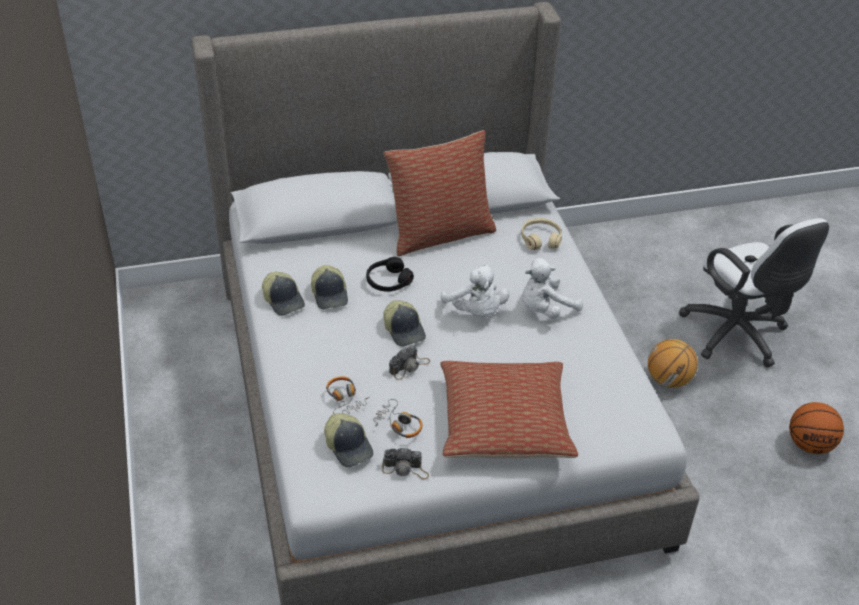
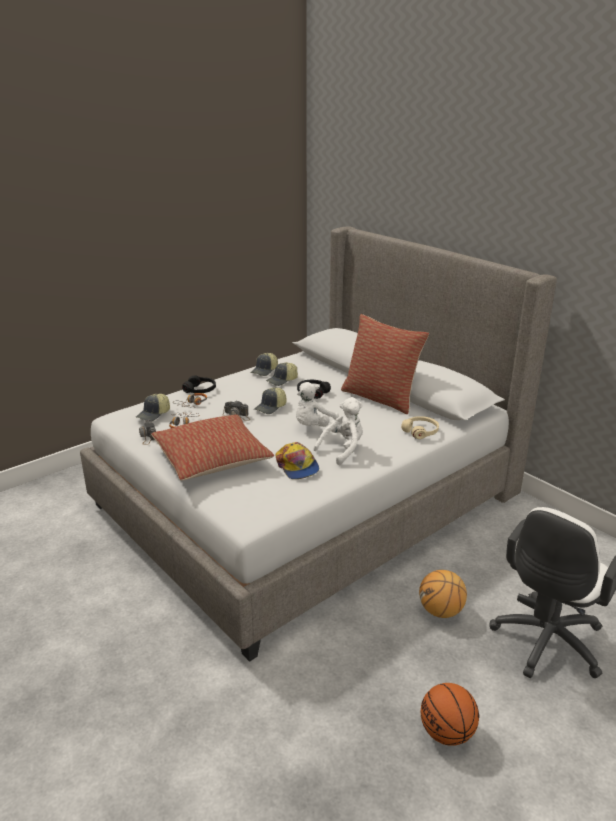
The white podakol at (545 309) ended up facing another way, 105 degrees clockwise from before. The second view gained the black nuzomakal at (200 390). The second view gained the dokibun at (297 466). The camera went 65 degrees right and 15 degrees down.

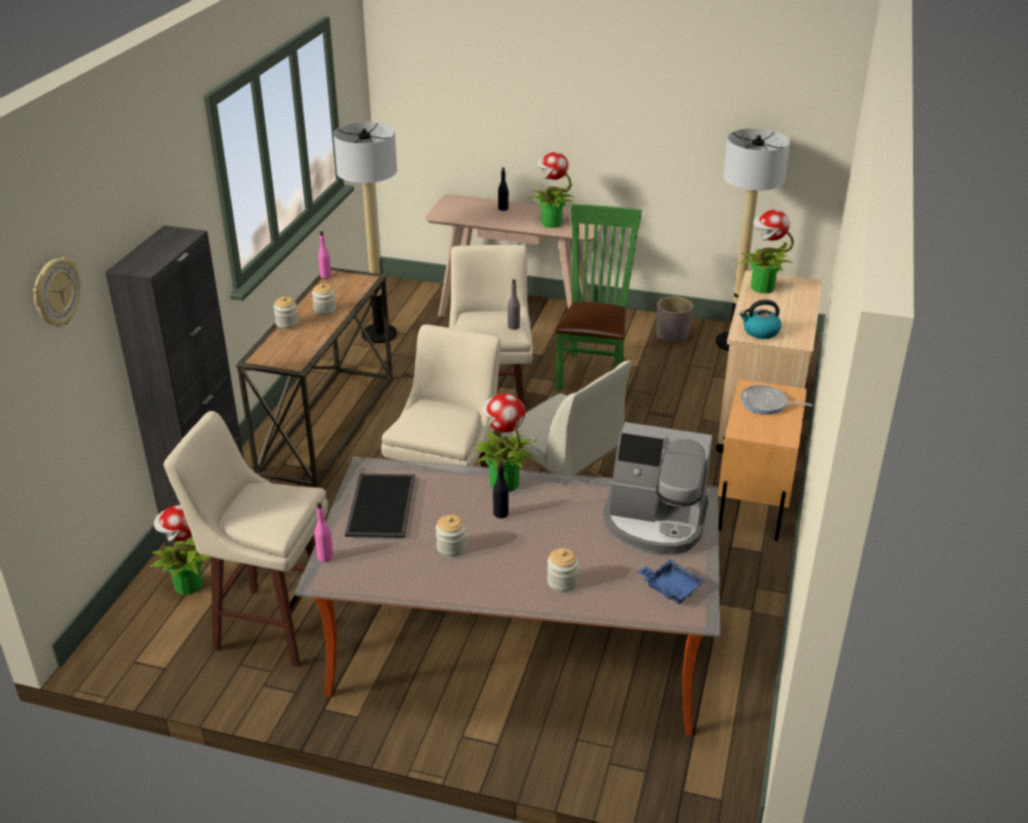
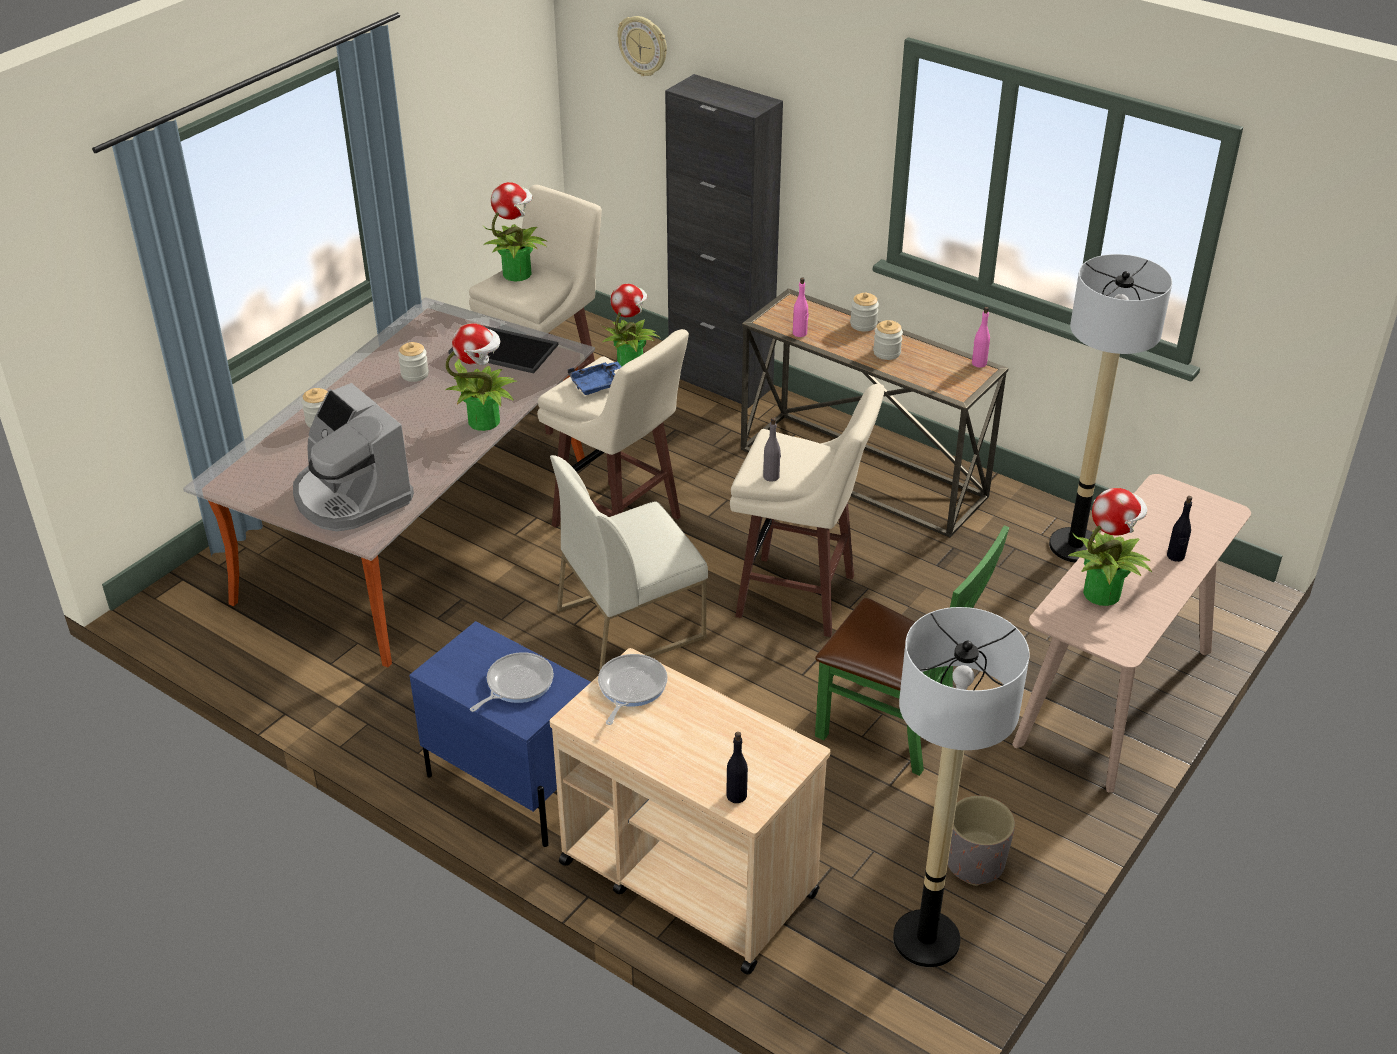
The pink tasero ended up elsewhere, having gone from (325 557) to (800 333). The black tasero ended up elsewhere, having gone from (500 513) to (736 795). The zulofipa at (655 522) ended up facing another way, 75 degrees counterclockwise from before. The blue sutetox ended up elsewhere, having gone from (671 587) to (597 385). What was the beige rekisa at (753 501) turned into the blue rekisa at (511 785). The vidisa ended up elsewhere, having gone from (761 287) to (517 273). Where the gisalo stood at (760 332), the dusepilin came to stand at (630 688). The camera went 110 degrees right and 5 degrees up.

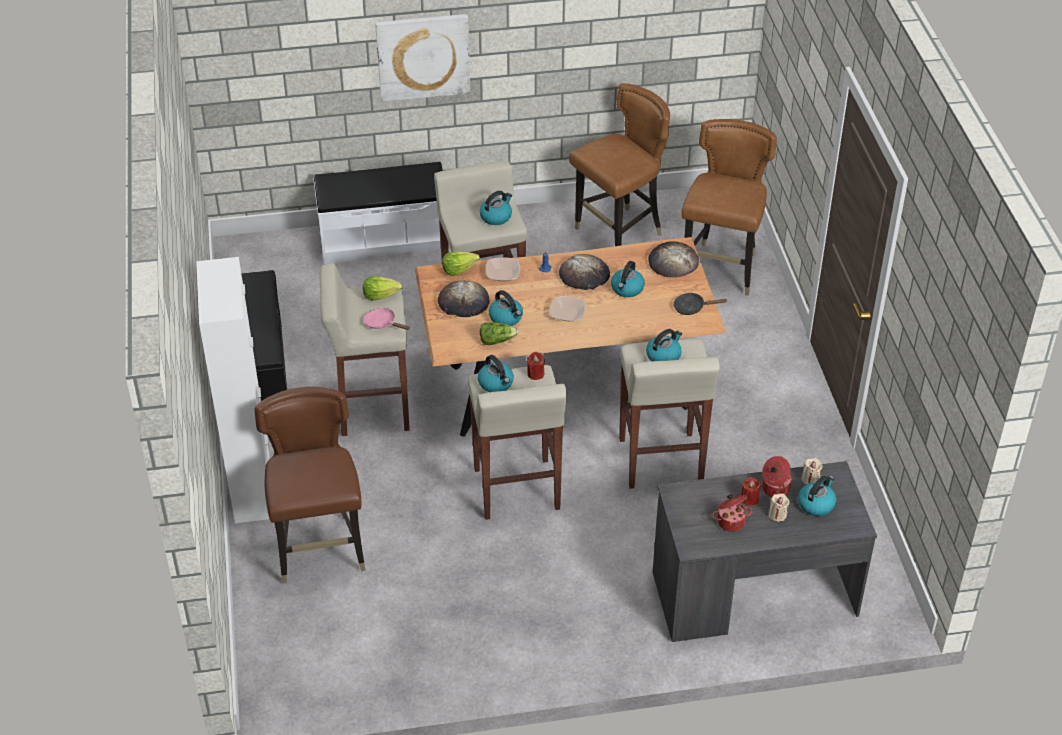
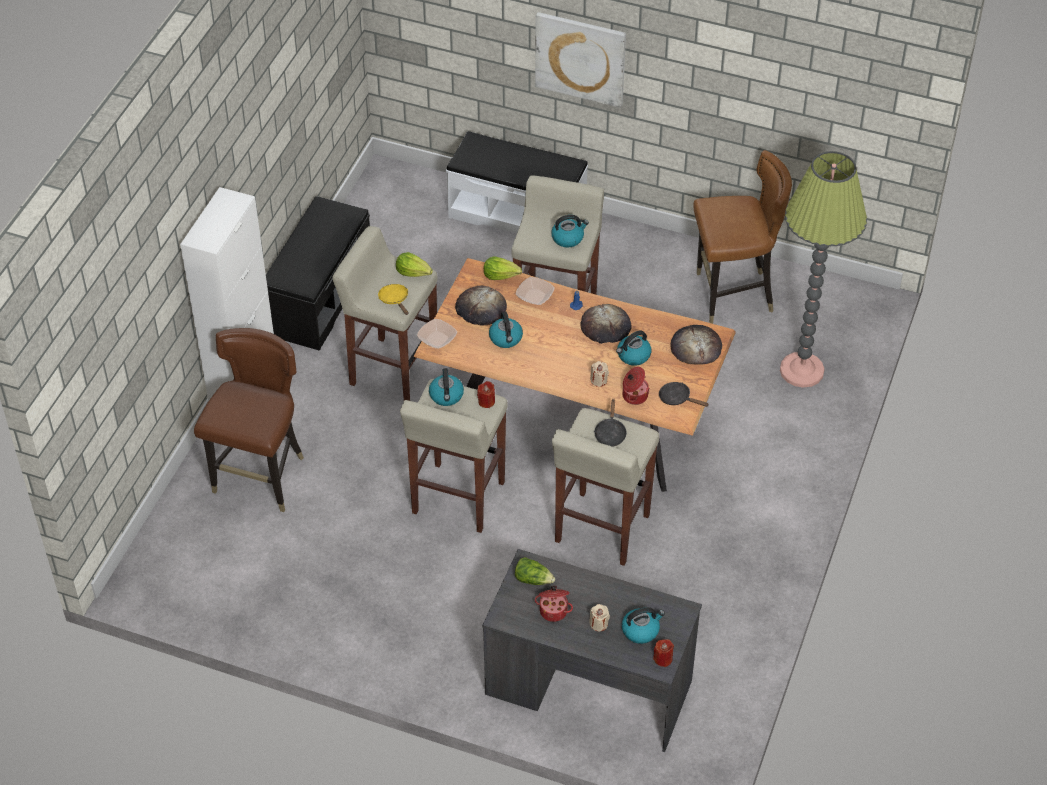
What was the pink dusepilin at (382 324) turned into the yellow dusepilin at (395 300). The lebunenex ended up elsewhere, having gone from (496 340) to (533 579). The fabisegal ended up elsewhere, having gone from (567 314) to (437 339). Where the gisalo stood at (663 356), the black dusepilin came to stand at (610 433). Where the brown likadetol stood at (721 270), the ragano came to stand at (802 370). The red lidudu ended up elsewhere, having gone from (749 499) to (663 659). The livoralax ended up elsewhere, having gone from (774 488) to (634 395). The beige lidudu ended up elsewhere, having gone from (810 479) to (599 380). The camera went 30 degrees right and 5 degrees up.

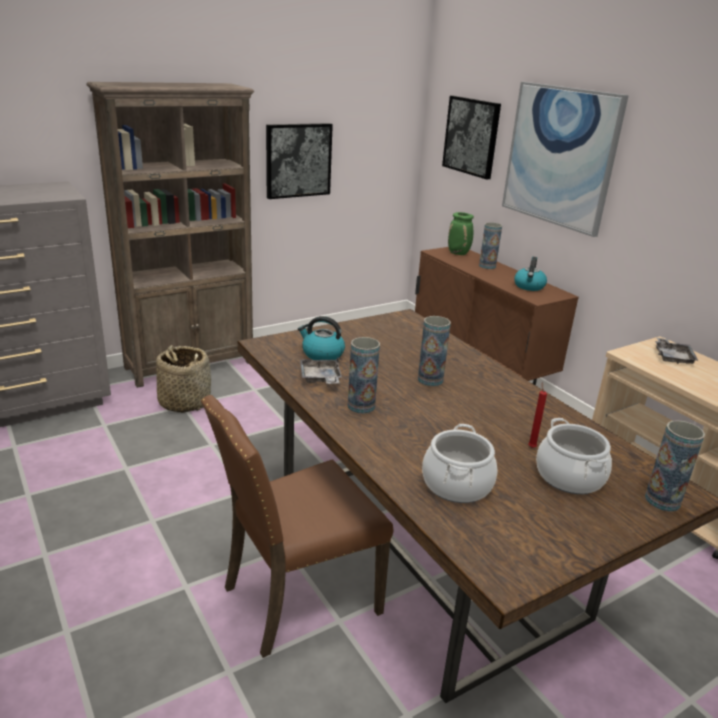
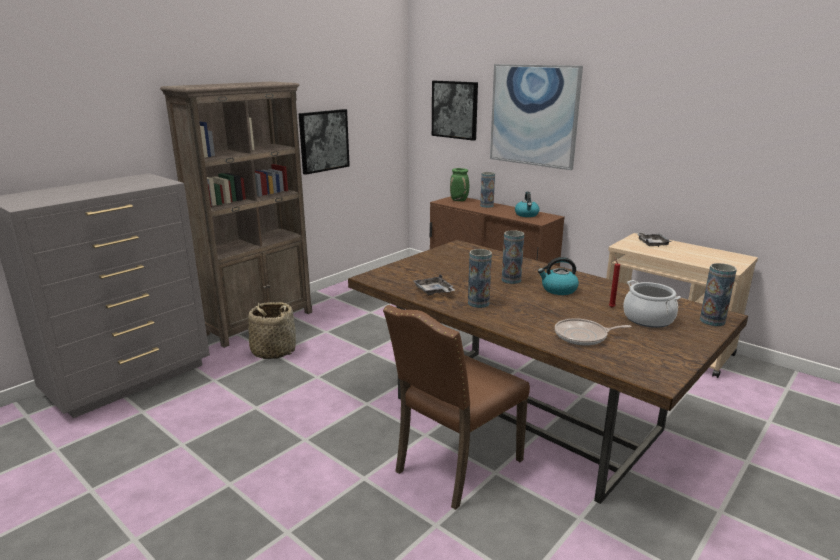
The gisalo ended up elsewhere, having gone from (322 354) to (558 290). Where the livoralax stood at (457 484), the dusepilin came to stand at (583 336). The camera went 15 degrees left and 5 degrees down.

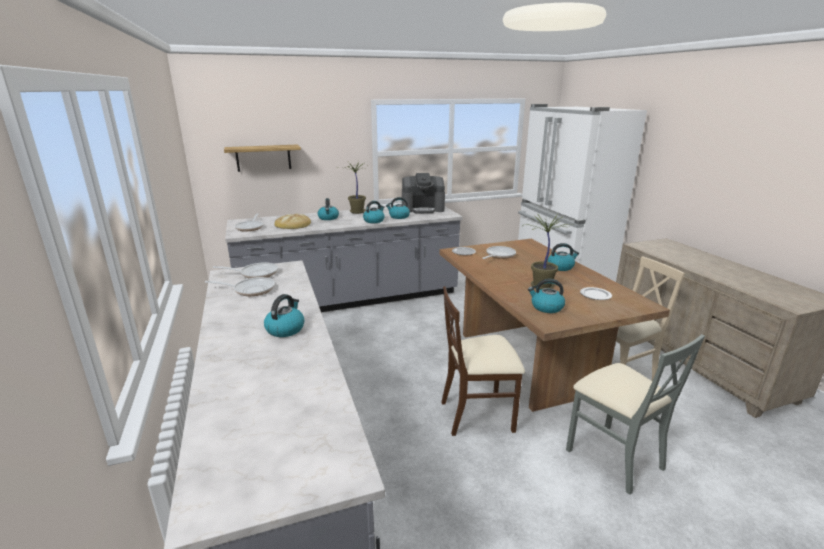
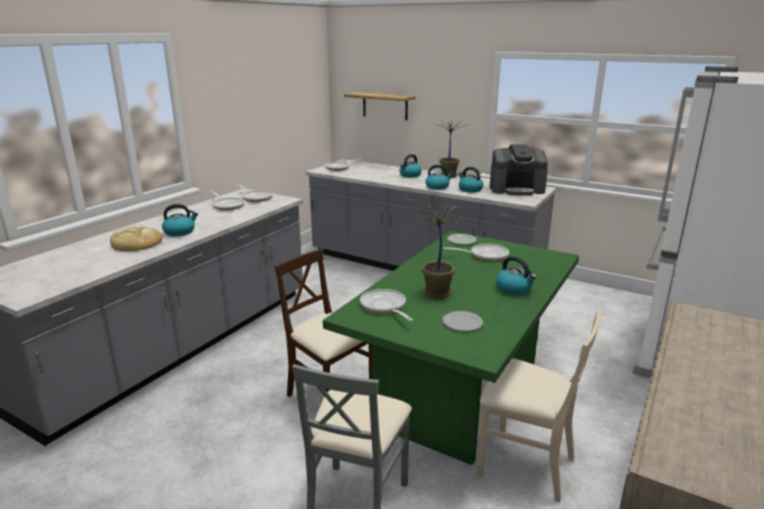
The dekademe ended up elsewhere, having gone from (293 225) to (136 243). The zulofipa at (423 209) ended up facing another way, 45 degrees counterclockwise from before. What was the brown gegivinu at (525 361) turned into the green gegivinu at (459 391). Where the gisalo stood at (546 307), the dusepilin came to stand at (384 307). The camera went 50 degrees right and 0 degrees up.

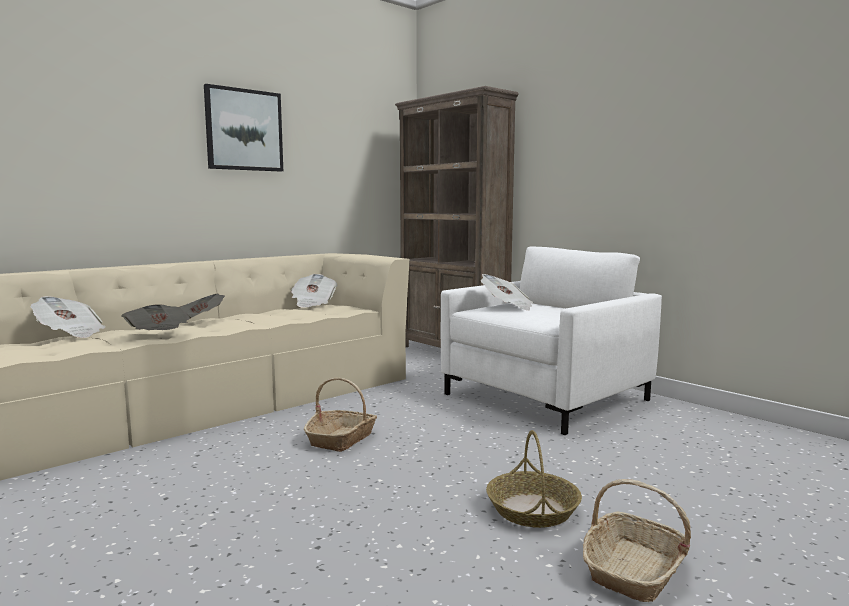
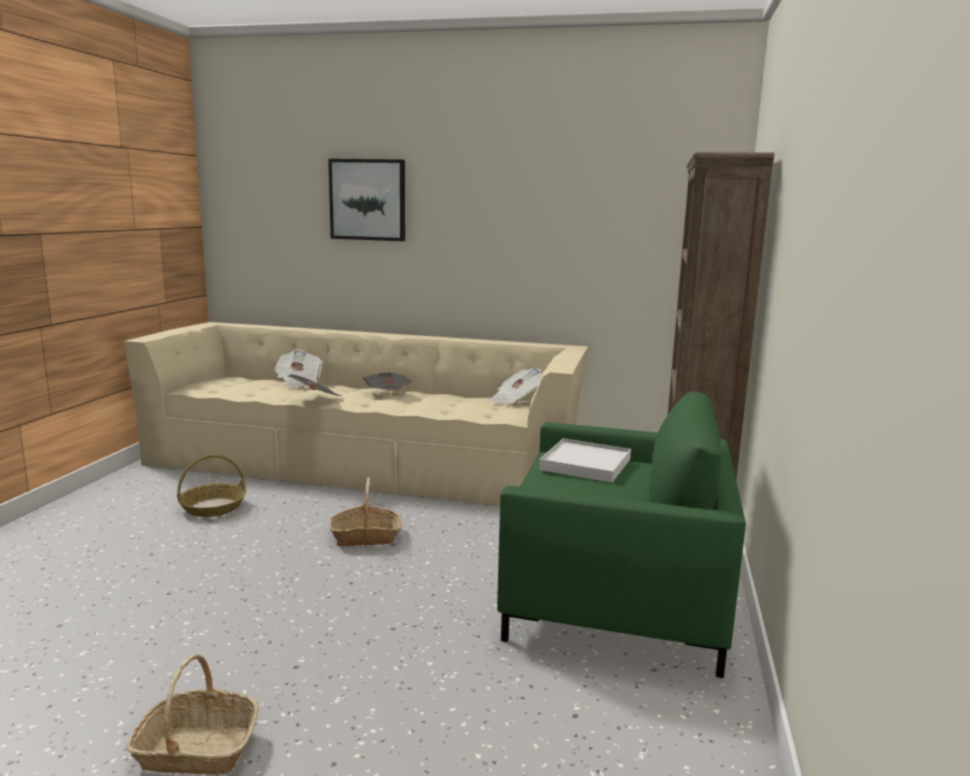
The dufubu ended up elsewhere, having gone from (244 130) to (368 200). What was the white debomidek at (546 397) turned into the green debomidek at (616 600). Where the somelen stood at (507 307), the white sutetox came to stand at (585 464). The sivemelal ended up elsewhere, having gone from (533 510) to (212 507). The camera went 55 degrees right and 5 degrees up.

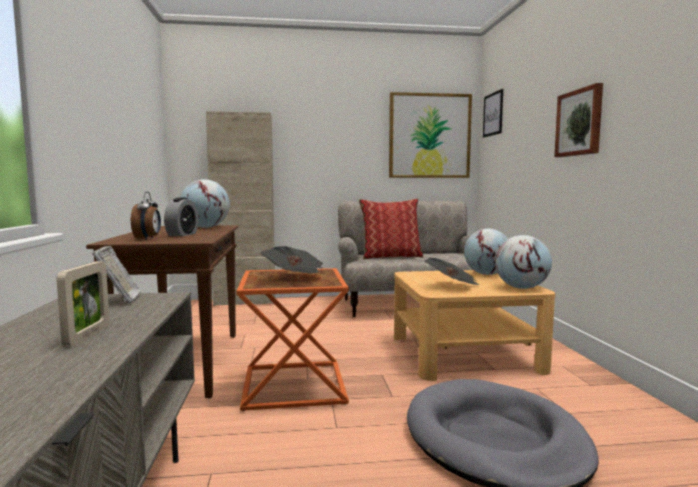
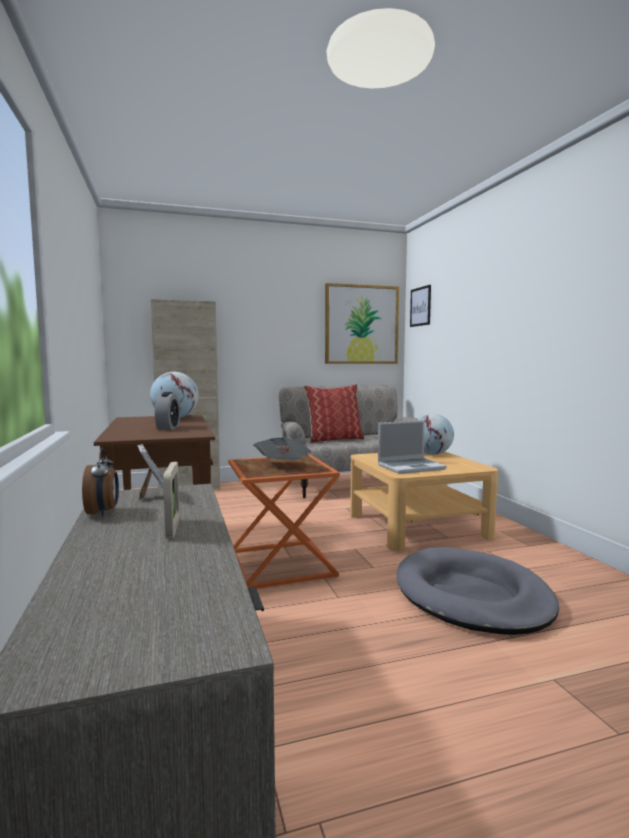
The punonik ended up elsewhere, having gone from (148 238) to (103 512). Where the somelen stood at (452 286), the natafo came to stand at (411 467). The second view lost the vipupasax at (521 288). The second view lost the dufubu at (579 123). The camera went 10 degrees left and 0 degrees up.

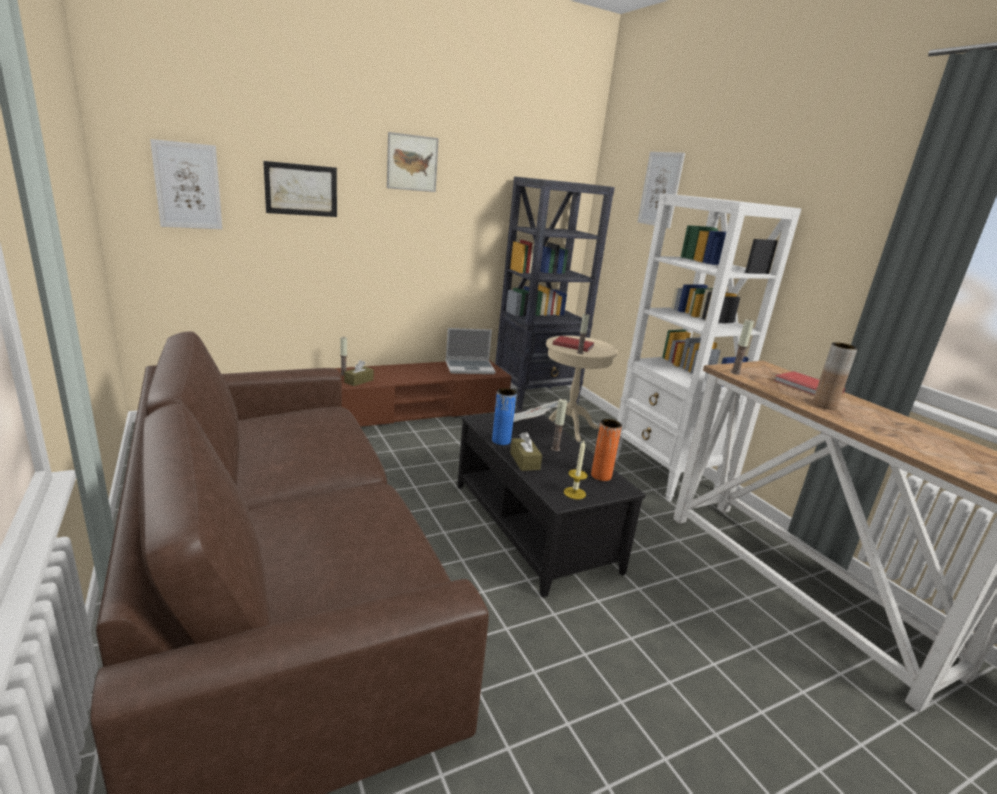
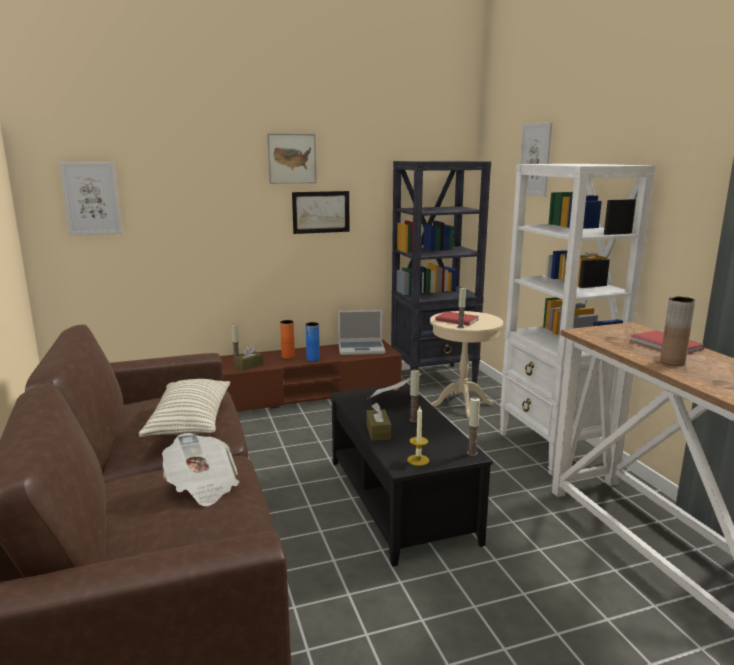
The dufubu ended up elsewhere, having gone from (301 189) to (321 212). The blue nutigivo ended up elsewhere, having gone from (501 441) to (313 359). The orange nutigivo ended up elsewhere, having gone from (601 476) to (288 357). The lidudu ended up elsewhere, having gone from (735 373) to (472 453). The second view gained the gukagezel at (190 423). The second view gained the somelen at (202 486). The camera went 10 degrees right and 5 degrees down.

